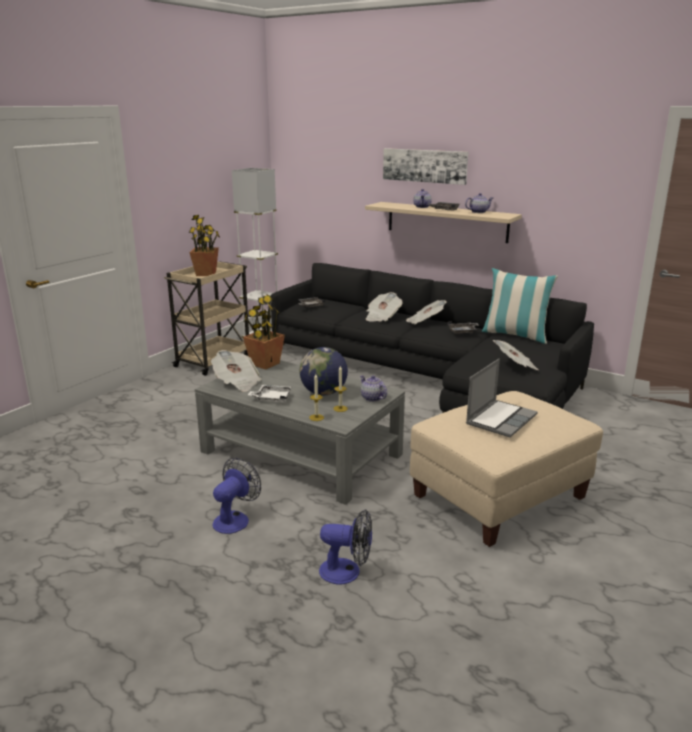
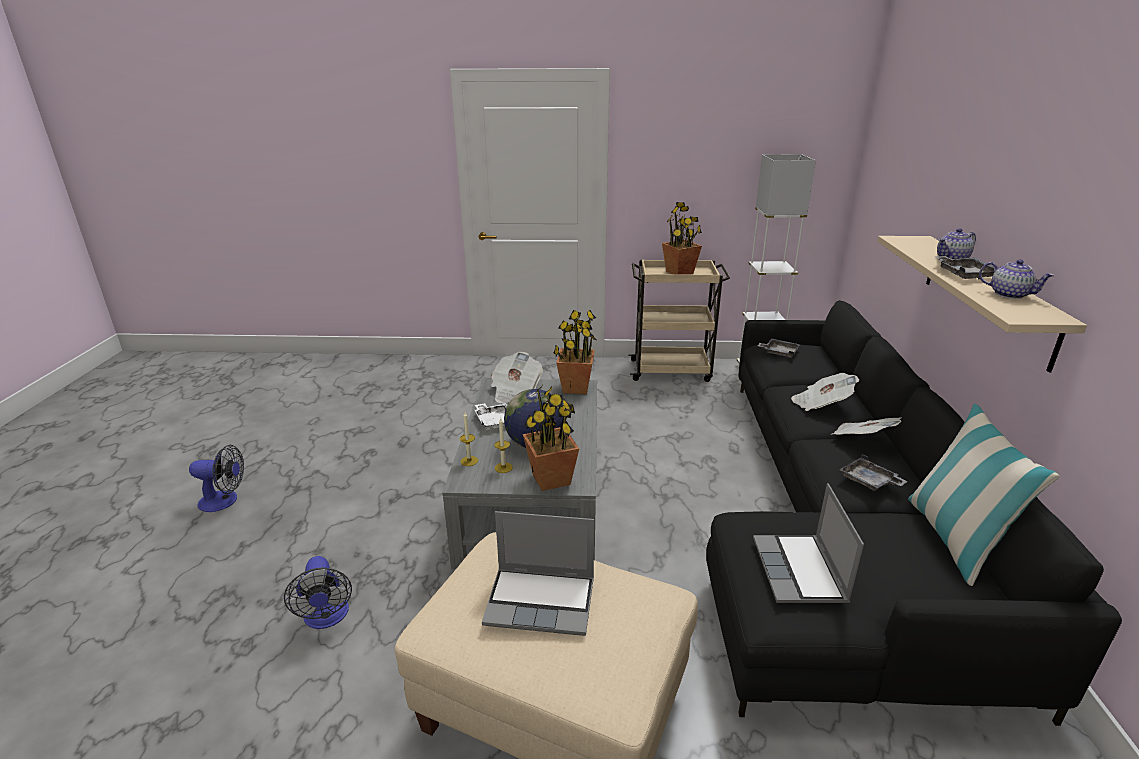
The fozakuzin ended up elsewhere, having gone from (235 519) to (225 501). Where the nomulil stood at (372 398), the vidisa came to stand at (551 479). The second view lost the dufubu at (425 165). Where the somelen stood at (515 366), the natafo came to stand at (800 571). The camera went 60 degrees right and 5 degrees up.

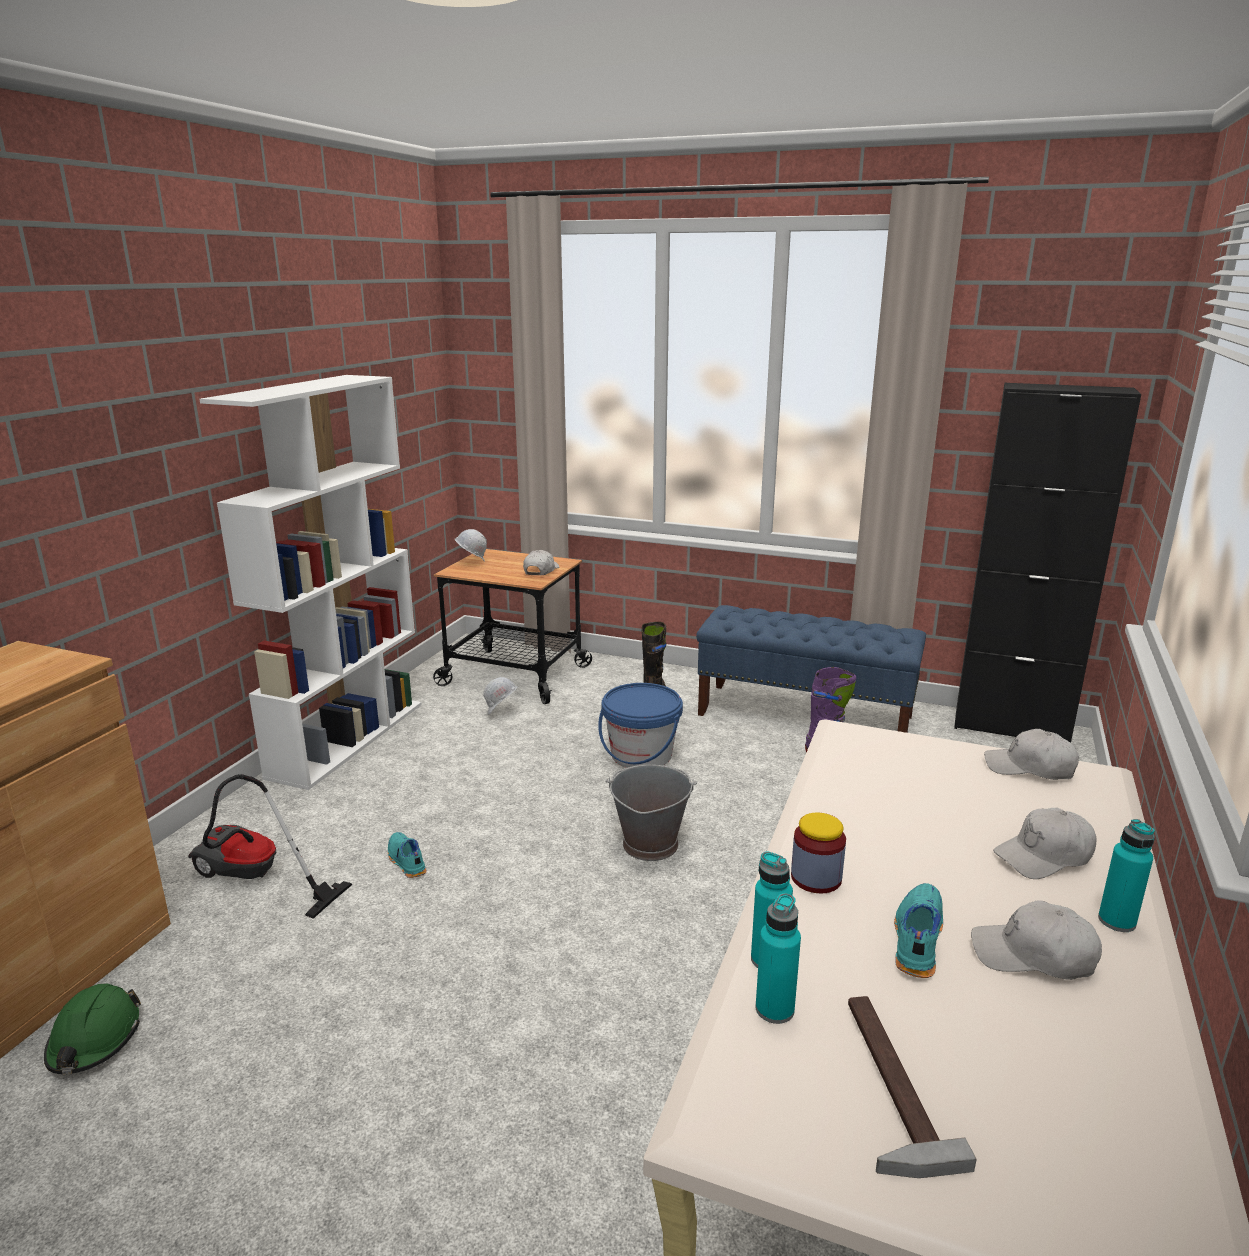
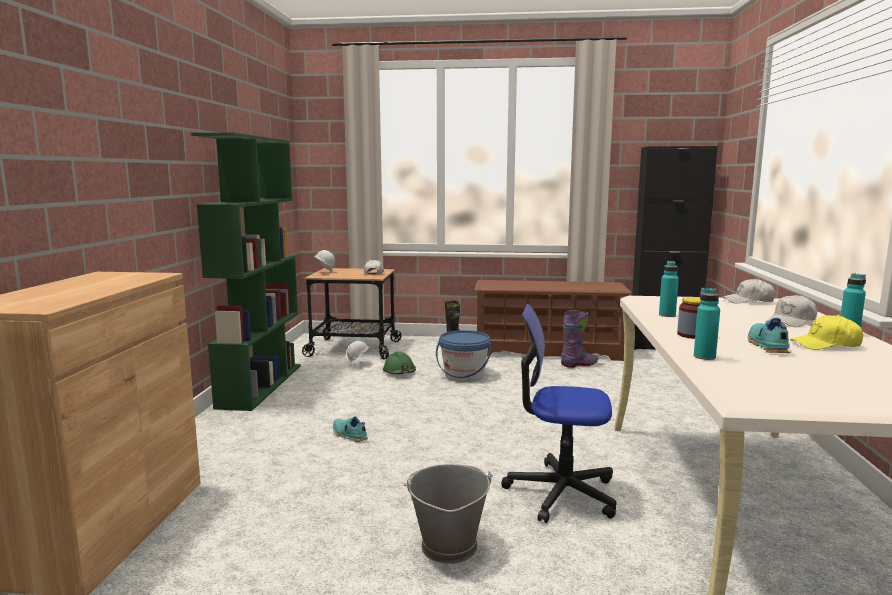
The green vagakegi ended up elsewhere, having gone from (94 1040) to (399 371). The second view lost the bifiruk at (253 880). What was the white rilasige at (348 738) turned into the green rilasige at (260 385). The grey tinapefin ended up elsewhere, having gone from (649 844) to (448 546). Where the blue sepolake stood at (805 715), the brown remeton came to stand at (548 351). The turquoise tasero ended up elsewhere, having gone from (774 1009) to (667 315). The second view lost the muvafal at (883 1083). What was the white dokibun at (1033 955) turned into the yellow dokibun at (826 345). The second view gained the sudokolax at (561 493). The camera went 15 degrees left and 10 degrees down.

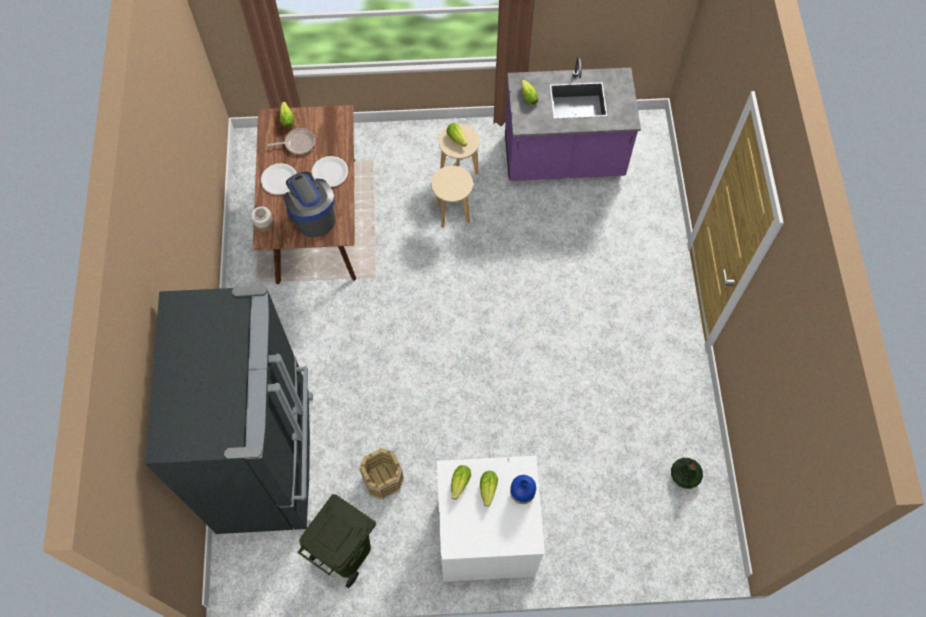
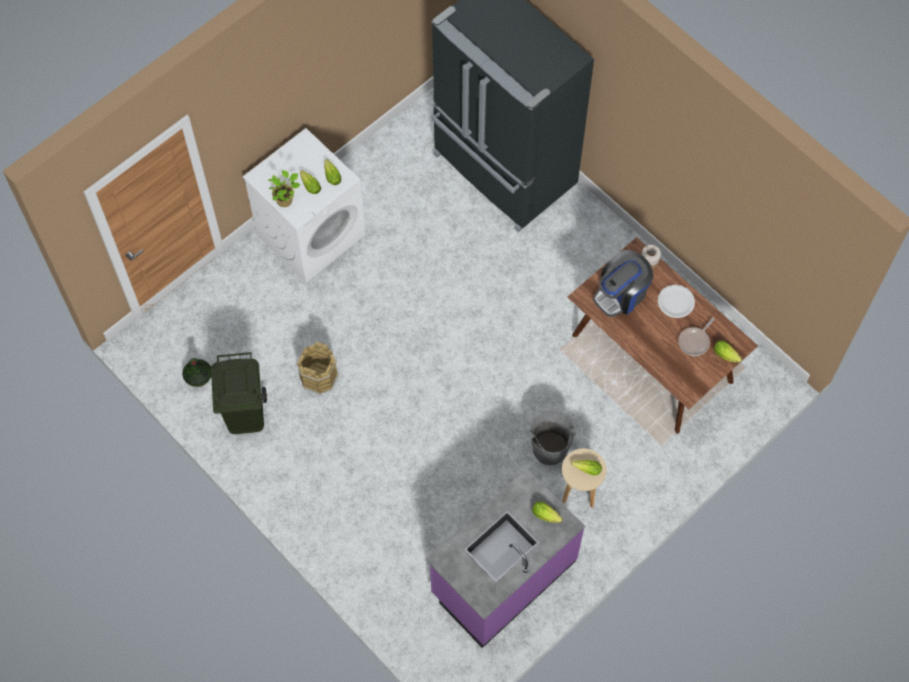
The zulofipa at (312 215) ended up facing another way, 120 degrees clockwise from before. The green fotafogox ended up elsewhere, having gone from (346 553) to (244 415). The second view lost the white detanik at (329 172). The brown tinapefin ended up elsewhere, having gone from (383 479) to (319 377). Where the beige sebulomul stood at (452 213), the grey tinapefin came to stand at (550 449). Where the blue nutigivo stood at (523 493), the vidisa came to stand at (285 200). The camera went 140 degrees right and 0 degrees up.

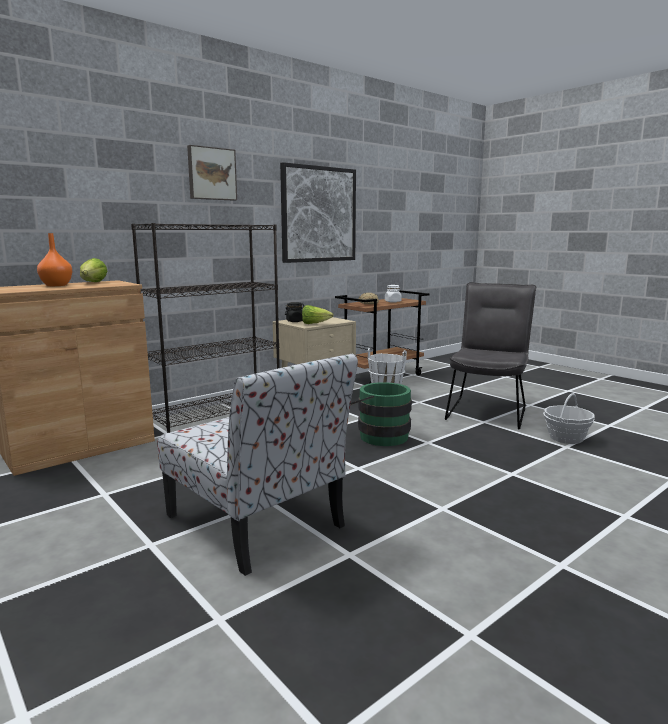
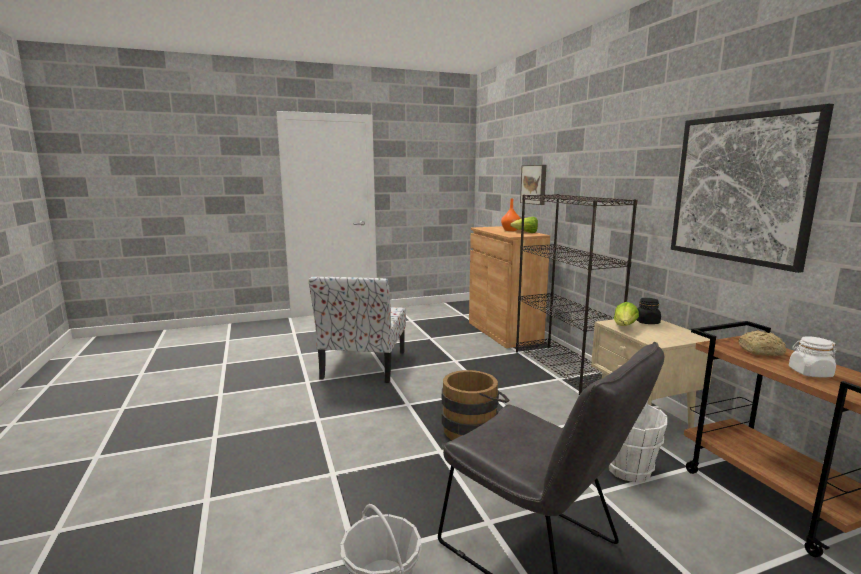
The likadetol at (257 522) ended up facing another way, 60 degrees counterclockwise from before. The dufubu ended up elsewhere, having gone from (211 174) to (534 184). What was the green tinapefin at (379 435) turned into the brown tinapefin at (473 429). The camera went 110 degrees right and 0 degrees up.

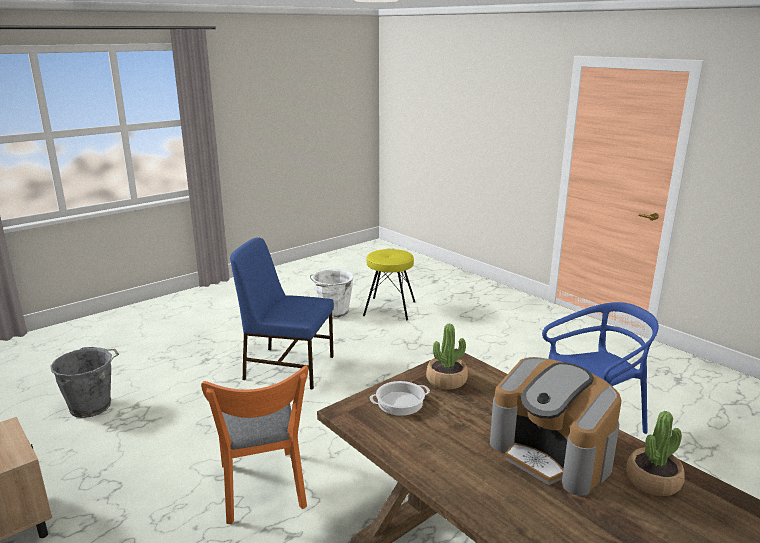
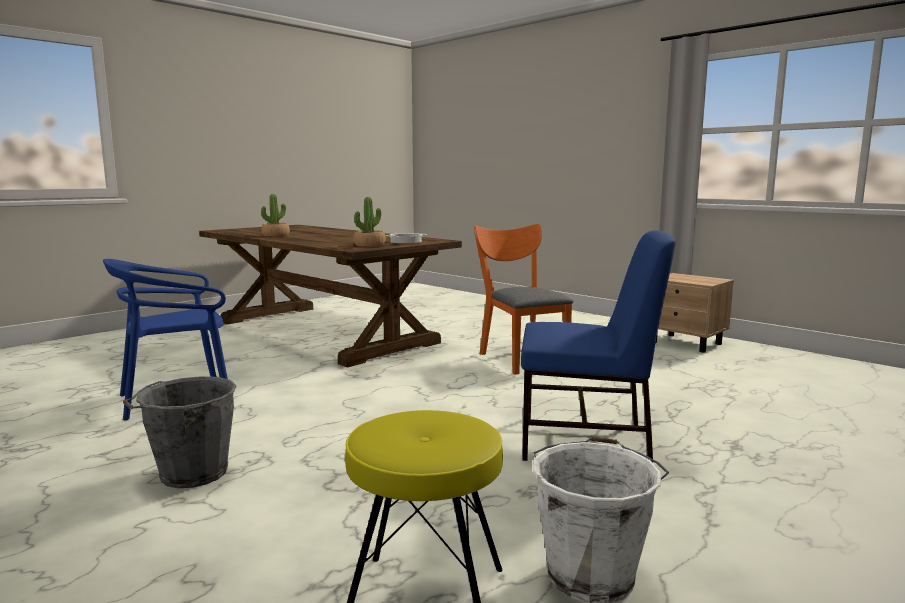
The grey tinapefin ended up elsewhere, having gone from (92 406) to (191 474). The second view lost the zulofipa at (552 453). The camera went 175 degrees right and 10 degrees down.

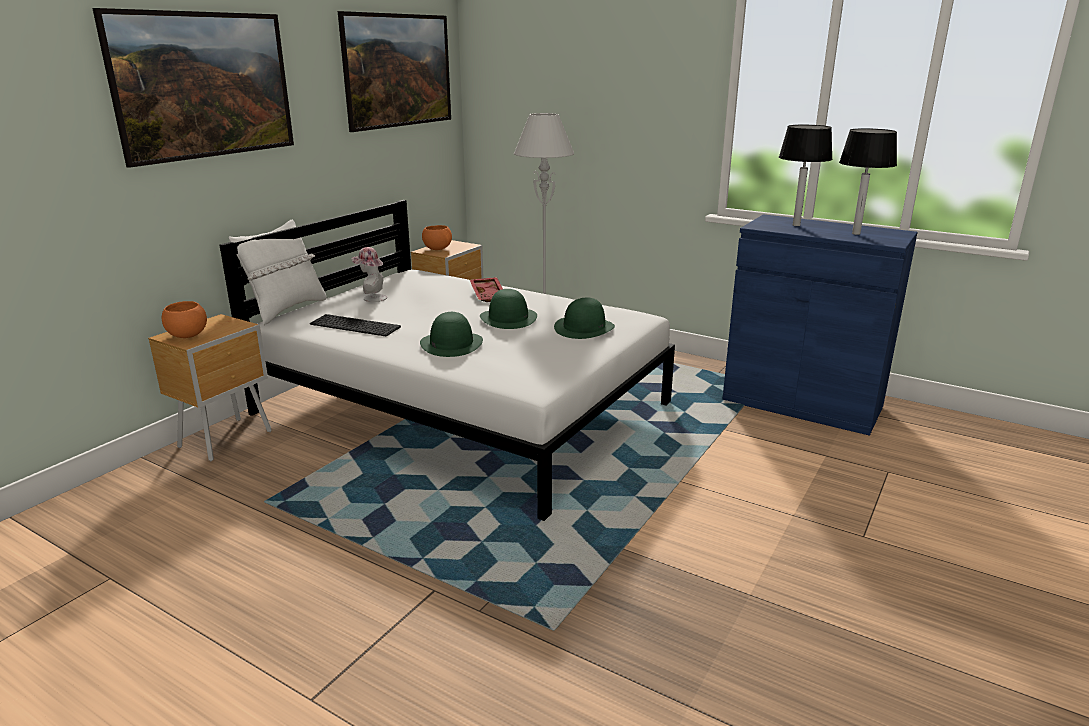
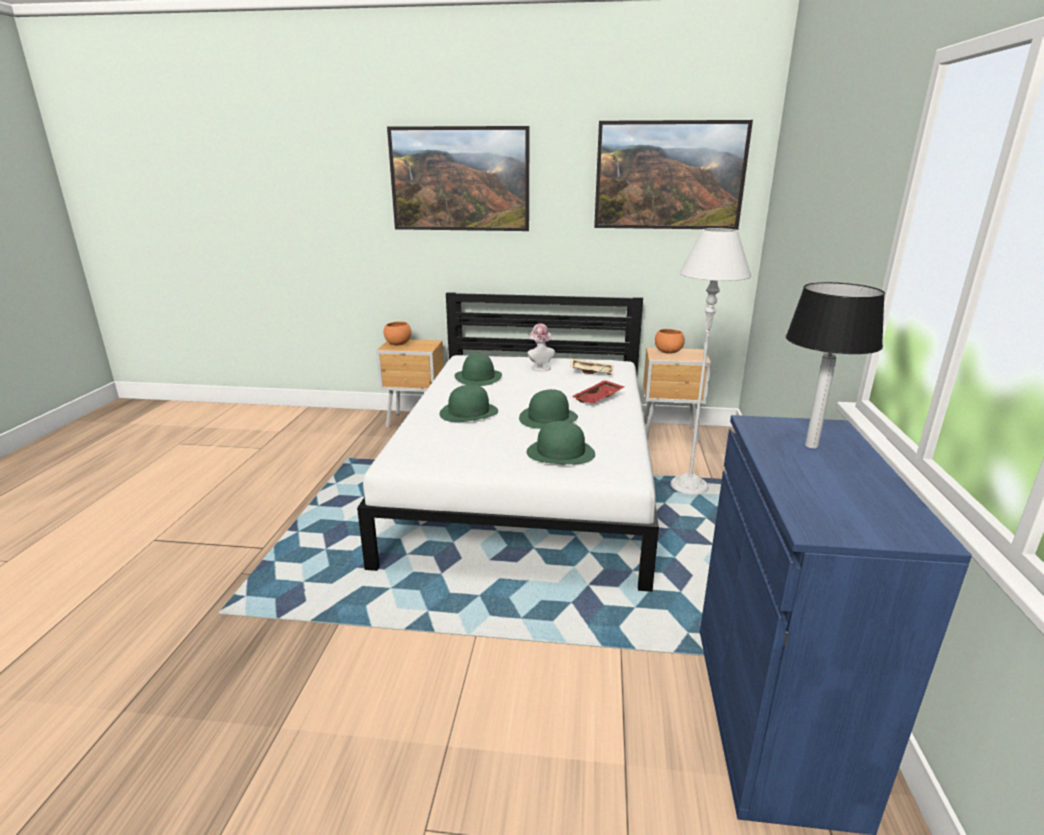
The second view lost the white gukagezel at (286 310). Where the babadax stood at (357 325), the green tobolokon came to stand at (478 377). The second view lost the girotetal at (855 233). The second view gained the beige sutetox at (591 371). The camera went 65 degrees right and 0 degrees up.

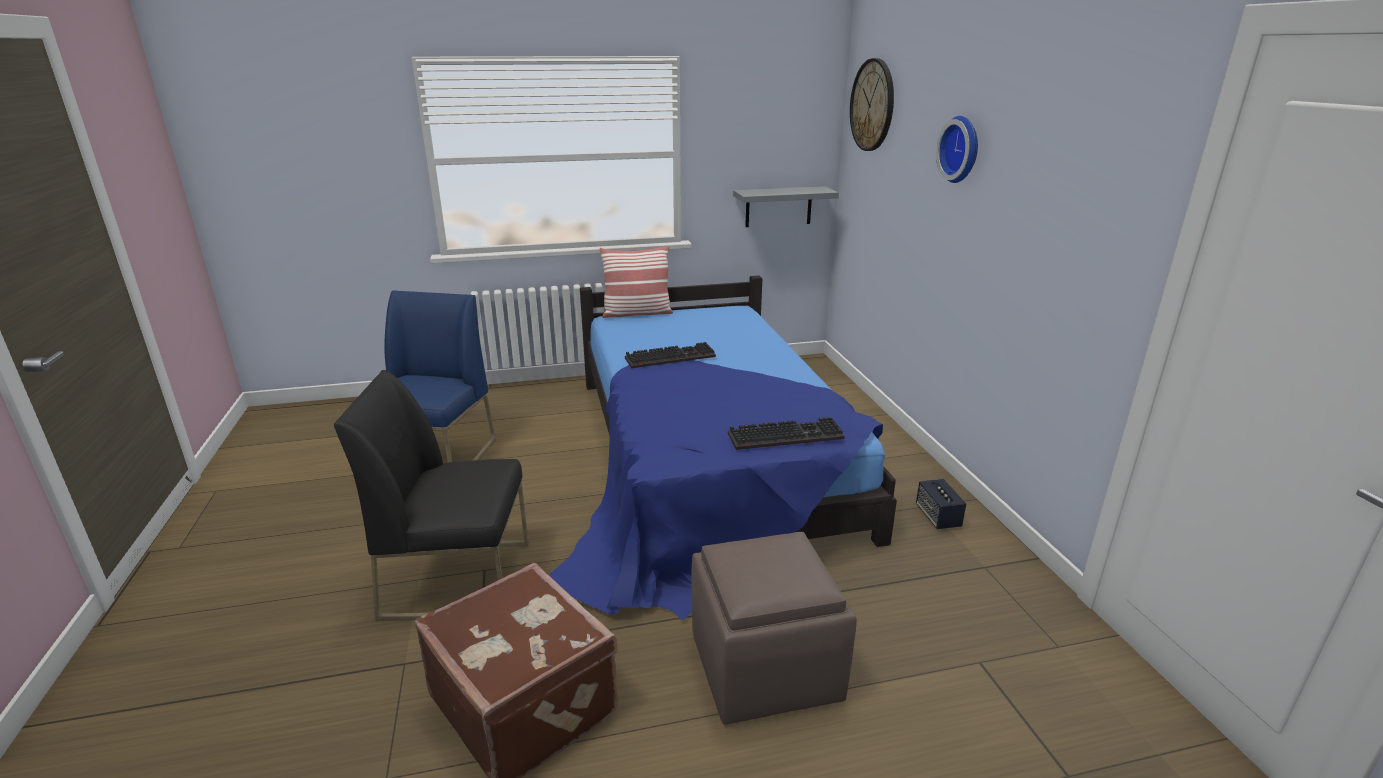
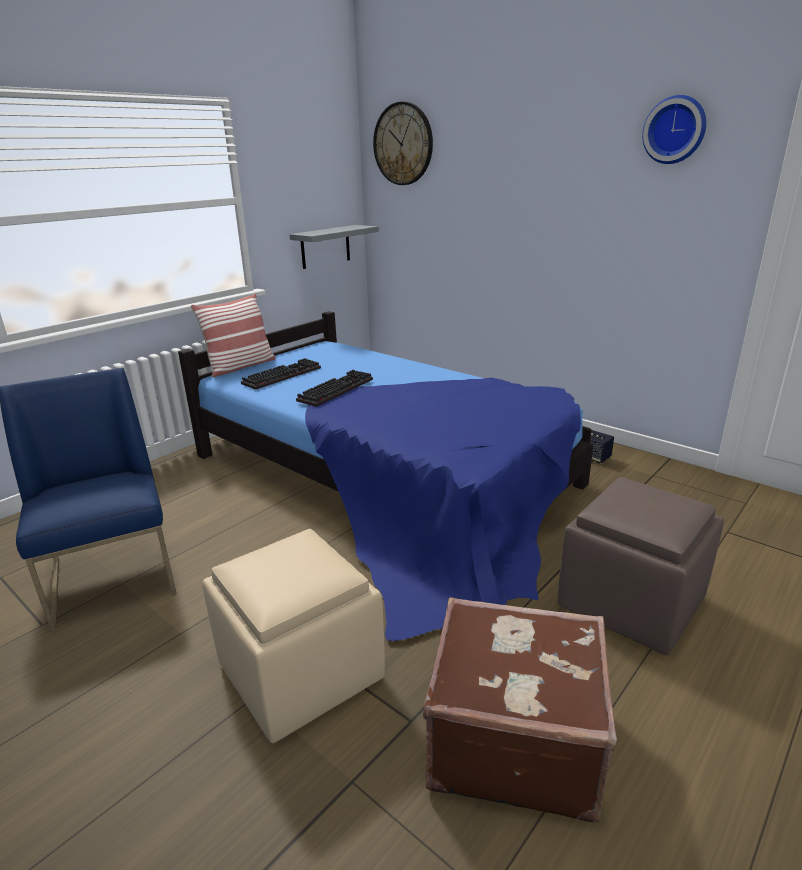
Where the black likadetol stood at (459 578), the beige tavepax came to stand at (299 672). The babadax ended up elsewhere, having gone from (786 435) to (282 375). The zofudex ended up elsewhere, having gone from (962 149) to (675 130). The camera went 35 degrees left and 0 degrees up.

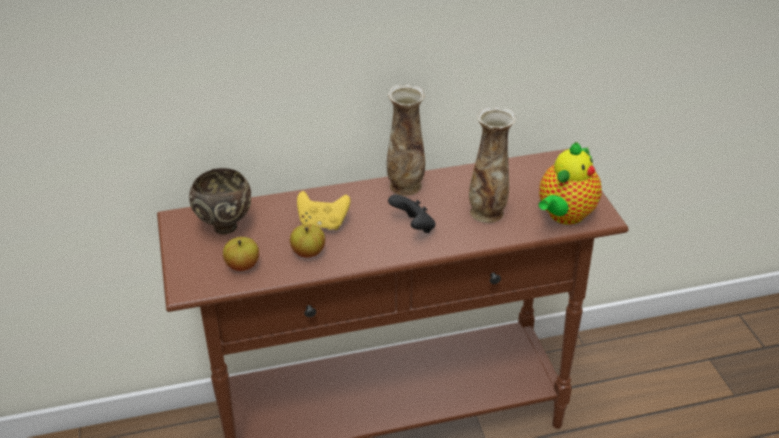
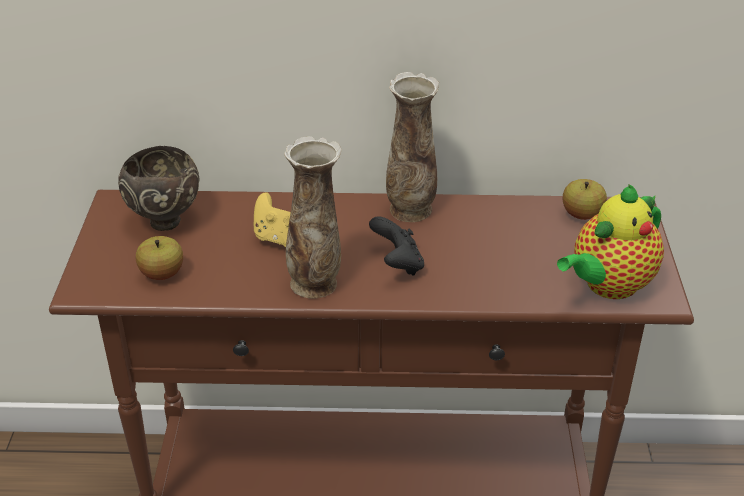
The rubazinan ended up elsewhere, having gone from (308 253) to (581 215). The nutigivo ended up elsewhere, having gone from (488 212) to (315 283). The camera went 15 degrees right and 0 degrees up.

